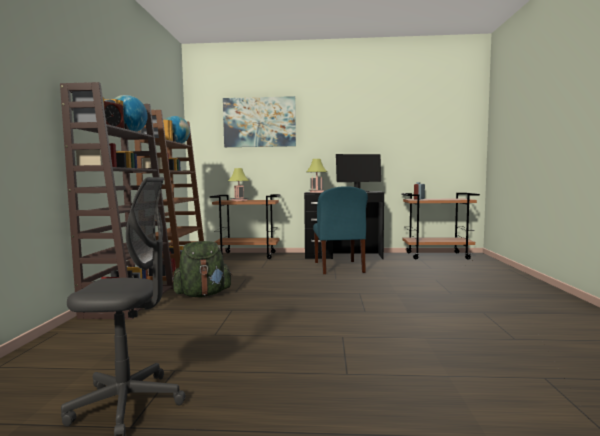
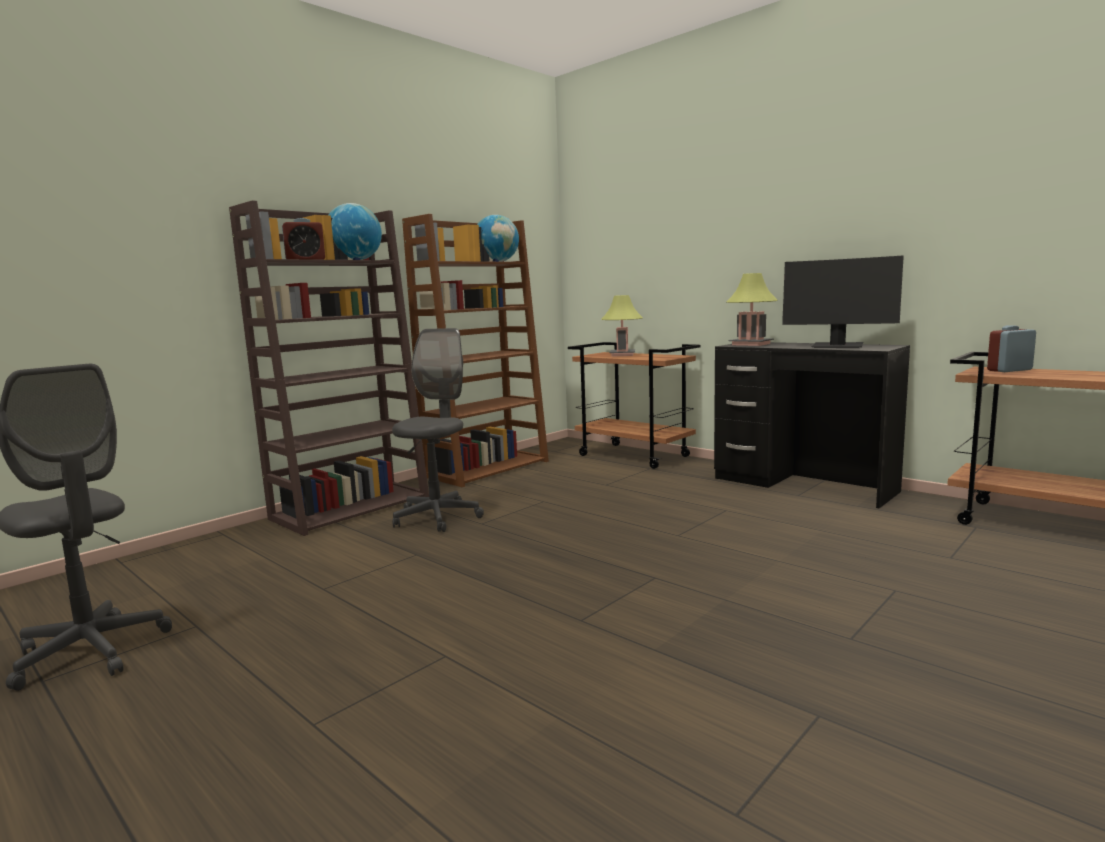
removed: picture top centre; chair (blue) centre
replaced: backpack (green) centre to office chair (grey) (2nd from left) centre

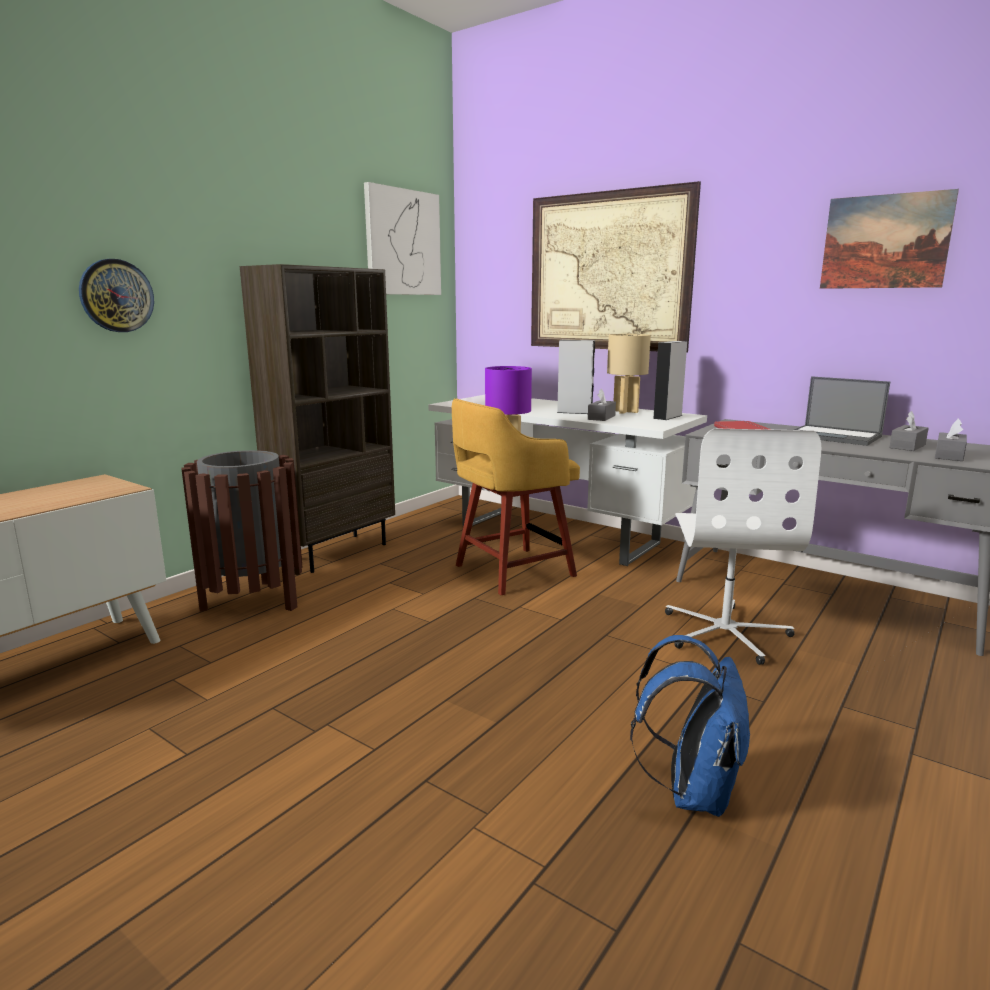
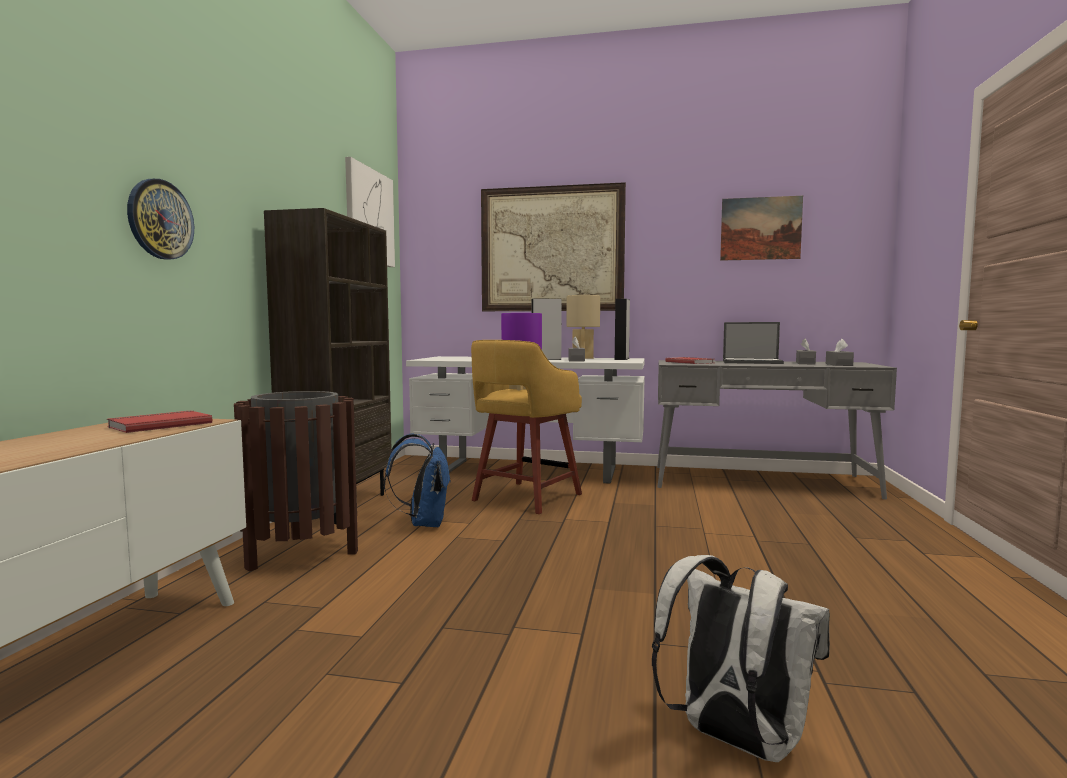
removed: office chair (white) middle right
added: book (red) (1st from left) middle left; backpack (white) bottom right
moved: backpack (blue) bottom right to centre

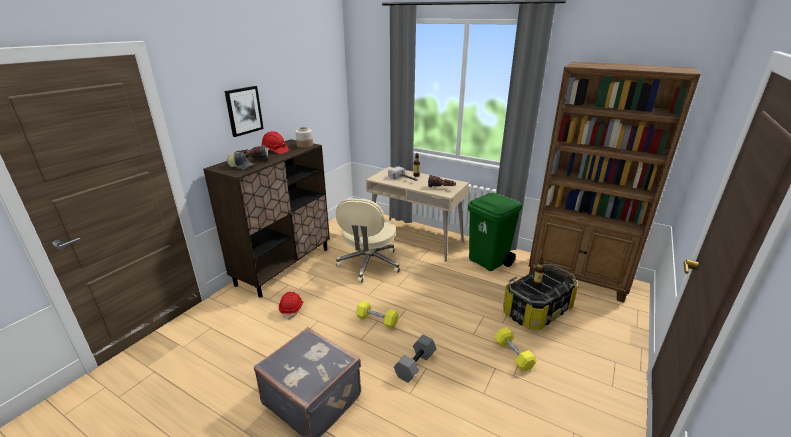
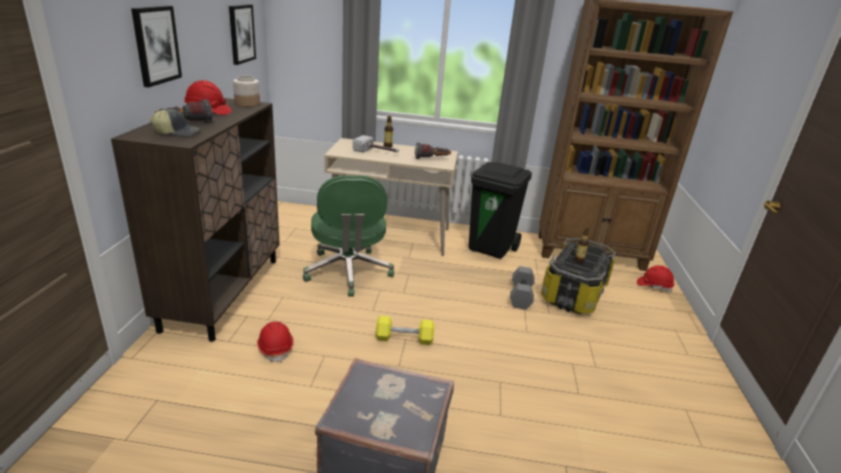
removed: dumbbell (yellow) (2nd from left) bottom centre
added: picture (2nd from left) top left; hard hat (red) (3rd from left) middle right
moved: dumbbell (grey) bottom centre to centre
recoloured: office chair (beige) centre to office chair (green) centre; trash can (green) centre to trash can (black) centre

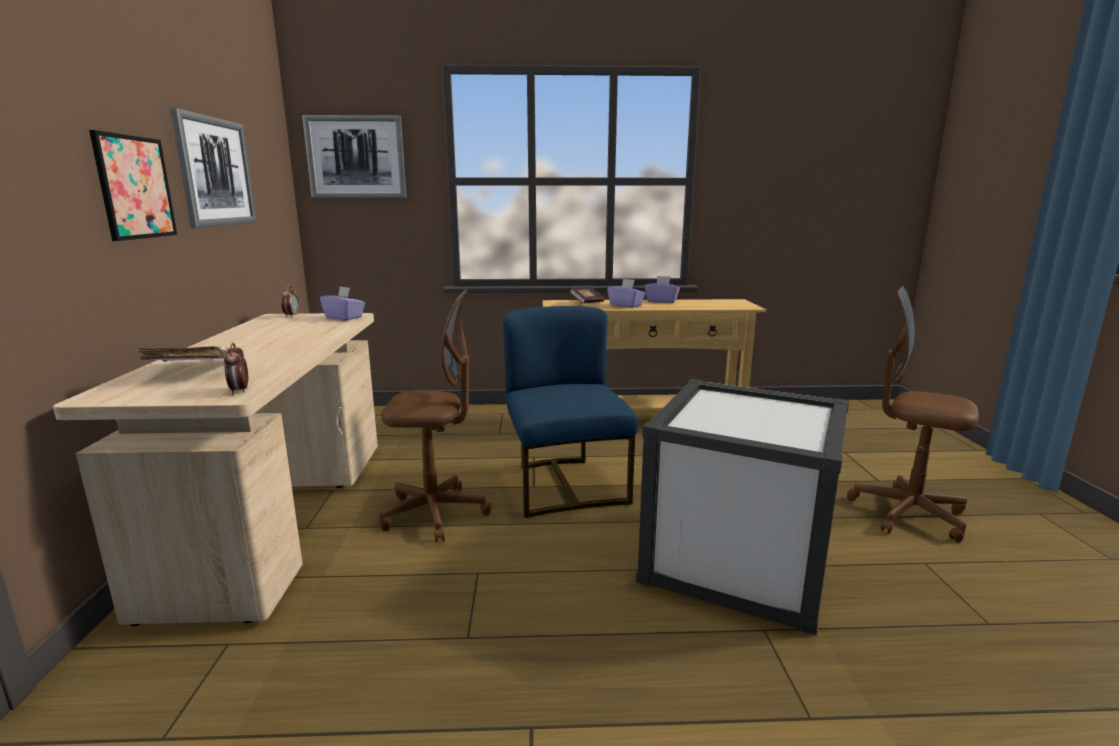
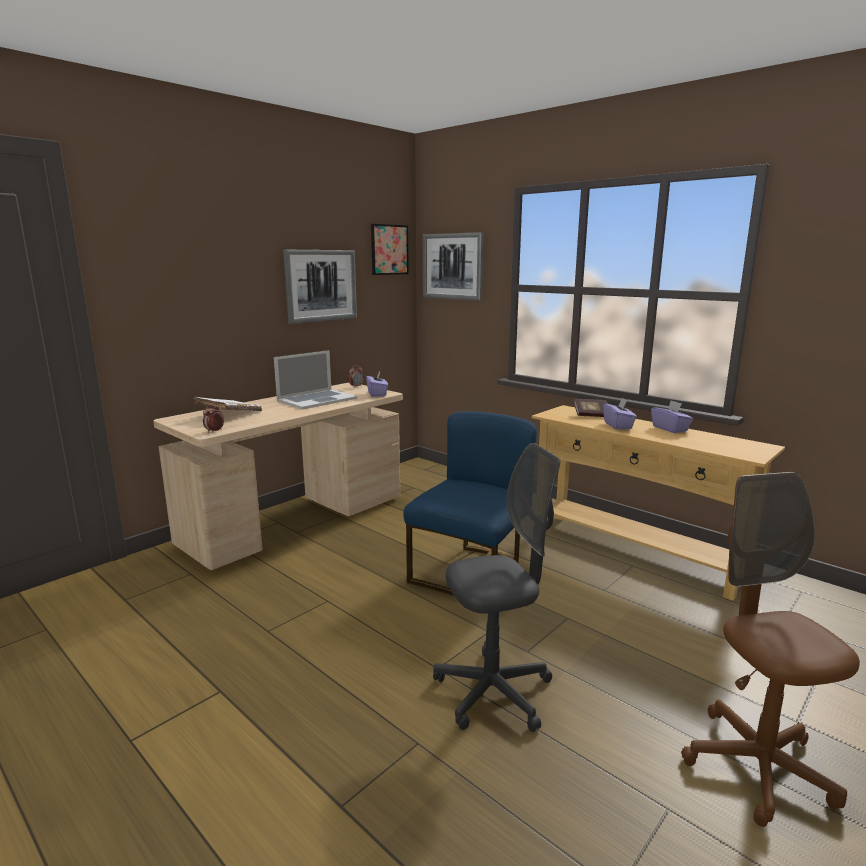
removed: office chair (brown) (1st from left) centre
added: laptop centre
moved: picture (1st from left in the first image) top left to picture (2nd from left) top centre
replaced: storage box (white) bottom centre to office chair (grey) bottom centre

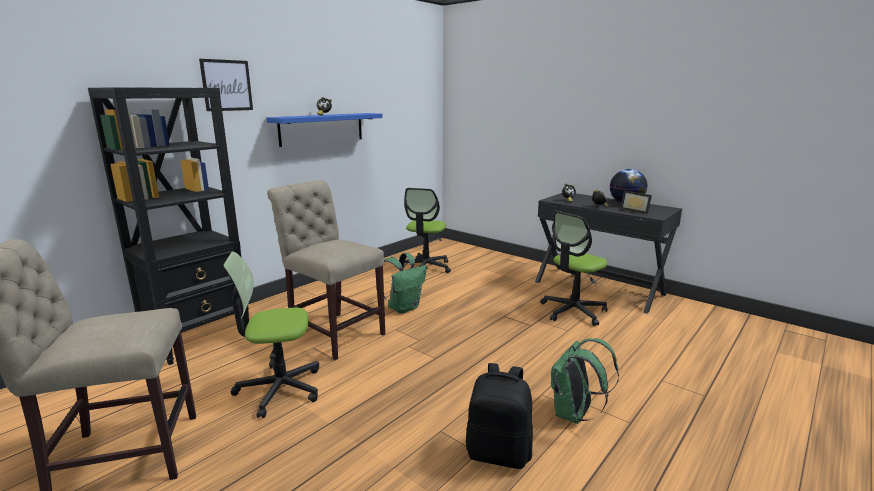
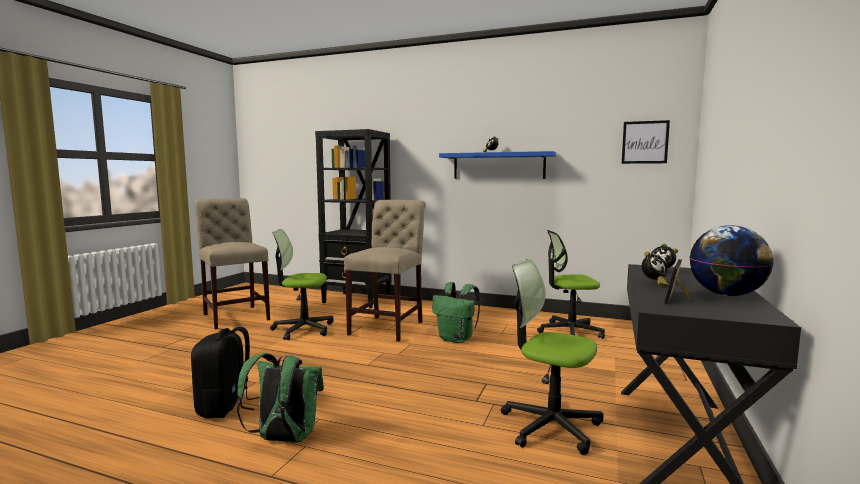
moved: picture top left to top right
turned: office chair (1st from left) bottom left = centre 60 degrees counterclockwise

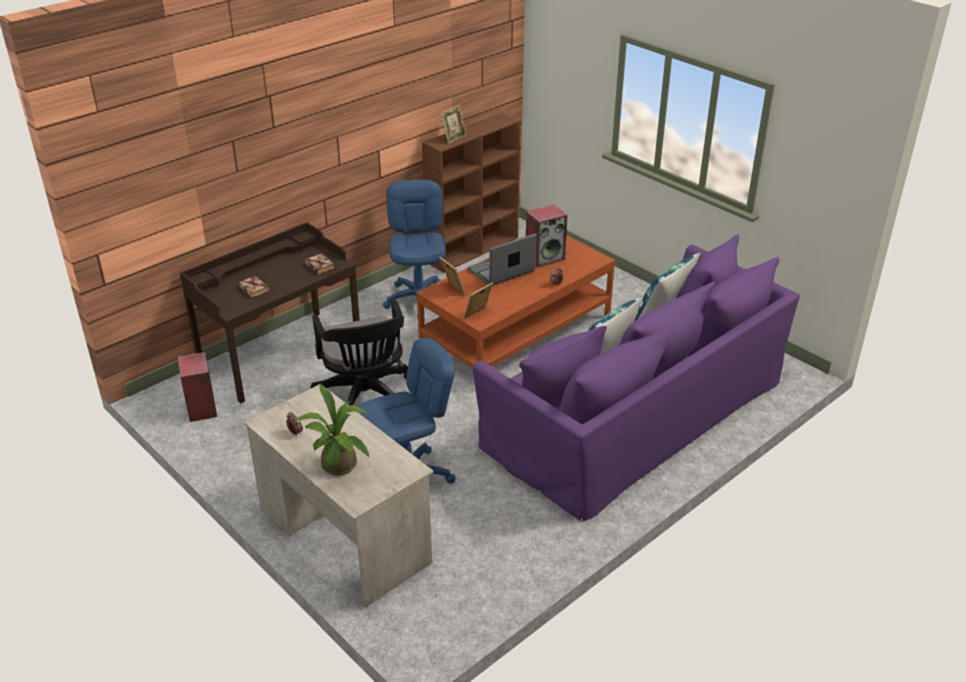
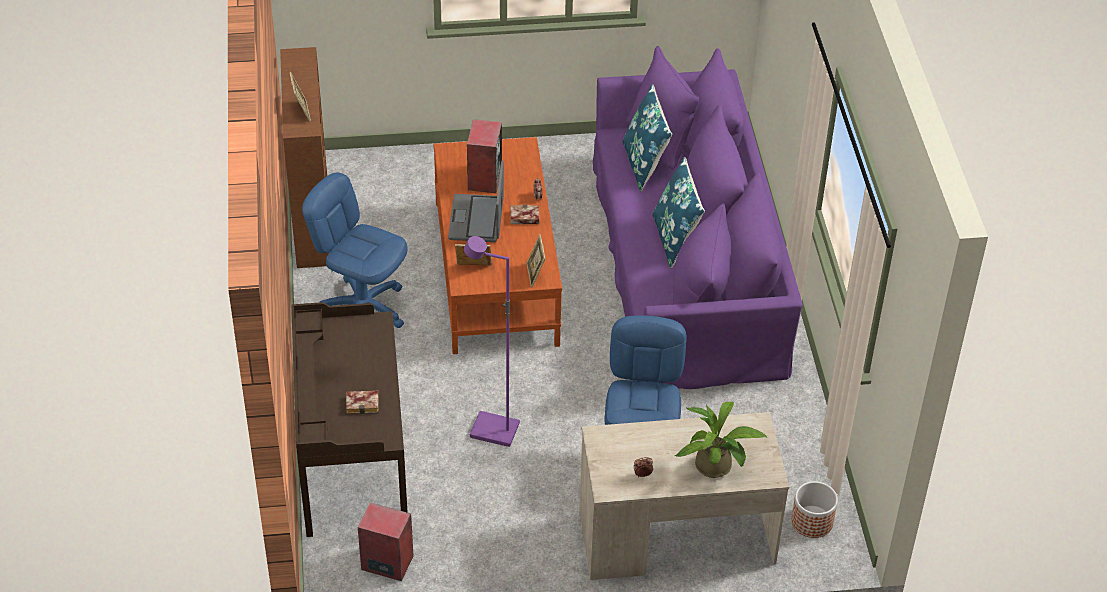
added: planter bottom right
moved: book (2nd from left) middle left to centre
replaced: office chair (black) centre to floor lamp (purple) centre

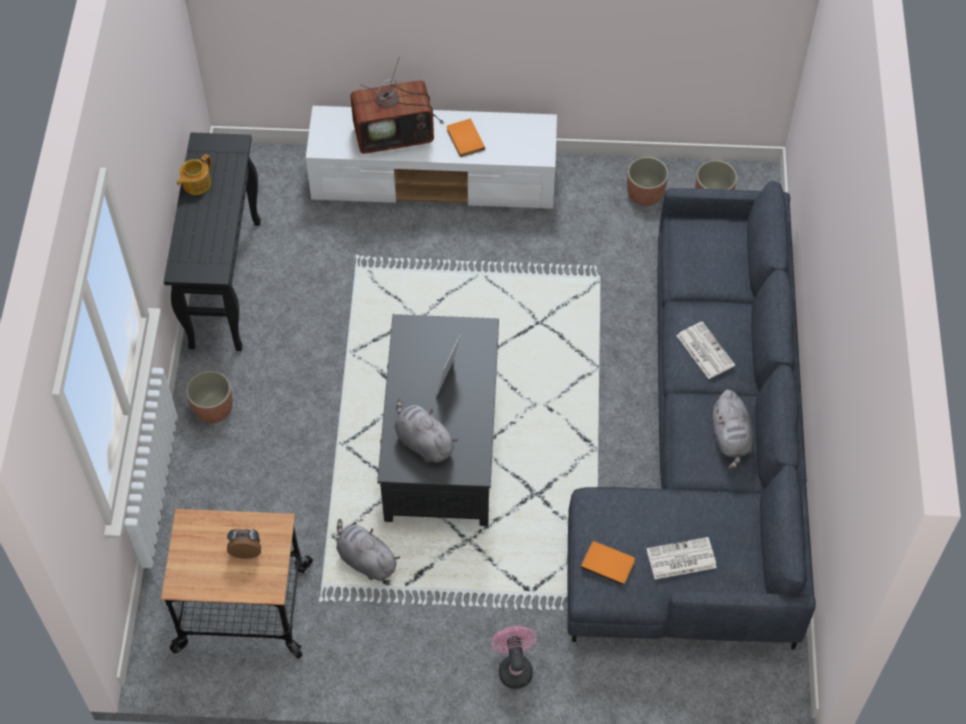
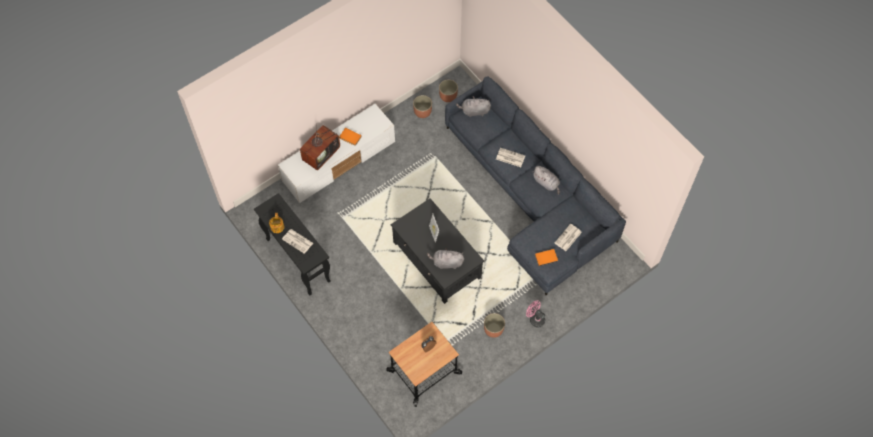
added: newspaper (1st from left) centre
moved: plush toy (grey) (1st from left in the first image) bottom centre to plush toy (grey) (2nd from left) top centre; planter (1st from left in the first image) middle left to planter (3rd from left) bottom centre

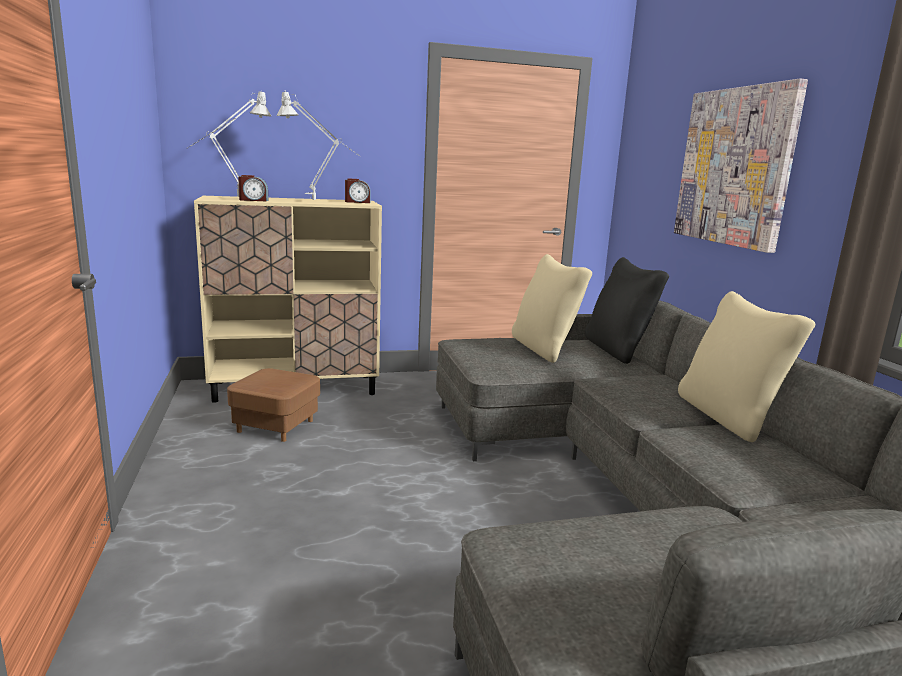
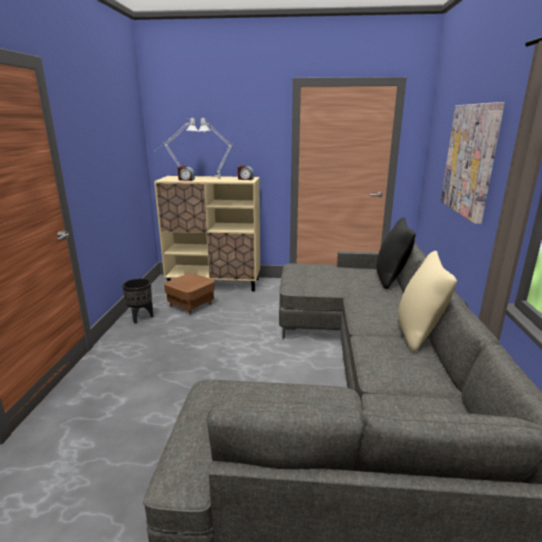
removed: pillow (beige) (1st from left) centre
added: planter (black) middle left

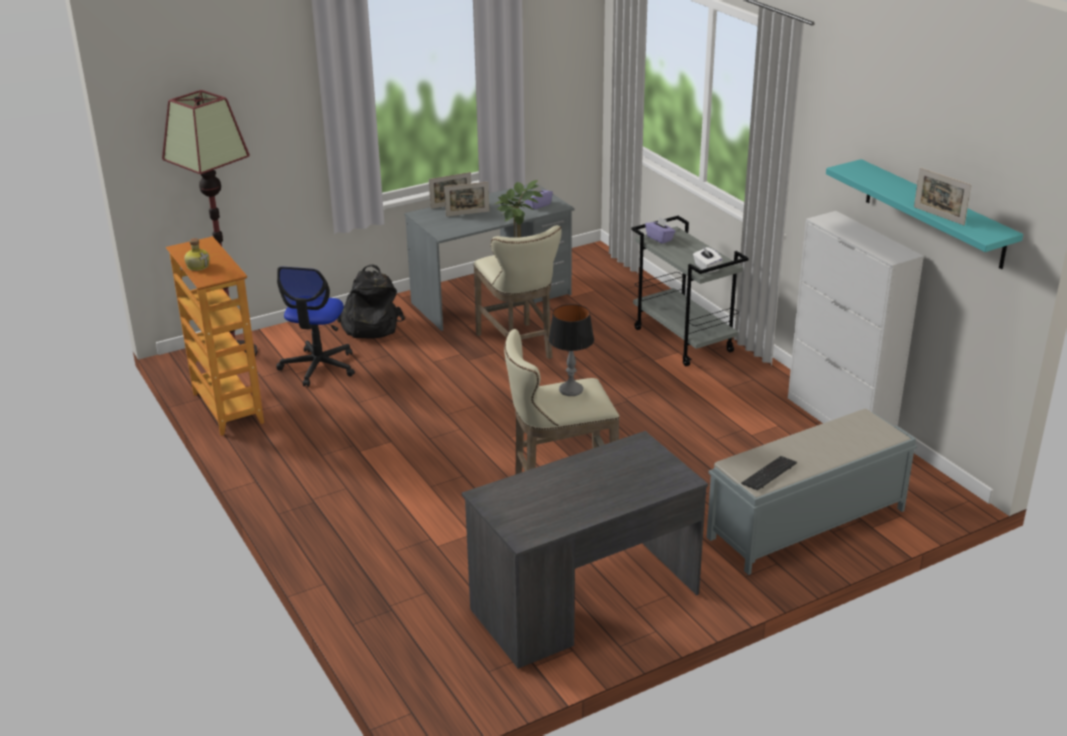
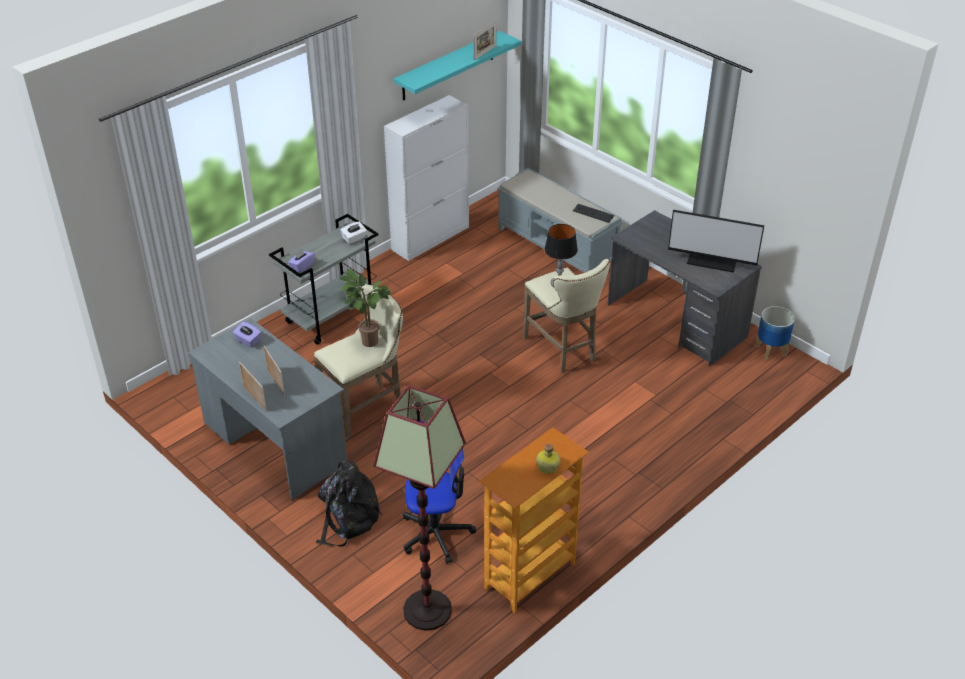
added: monitor middle right; planter middle right

